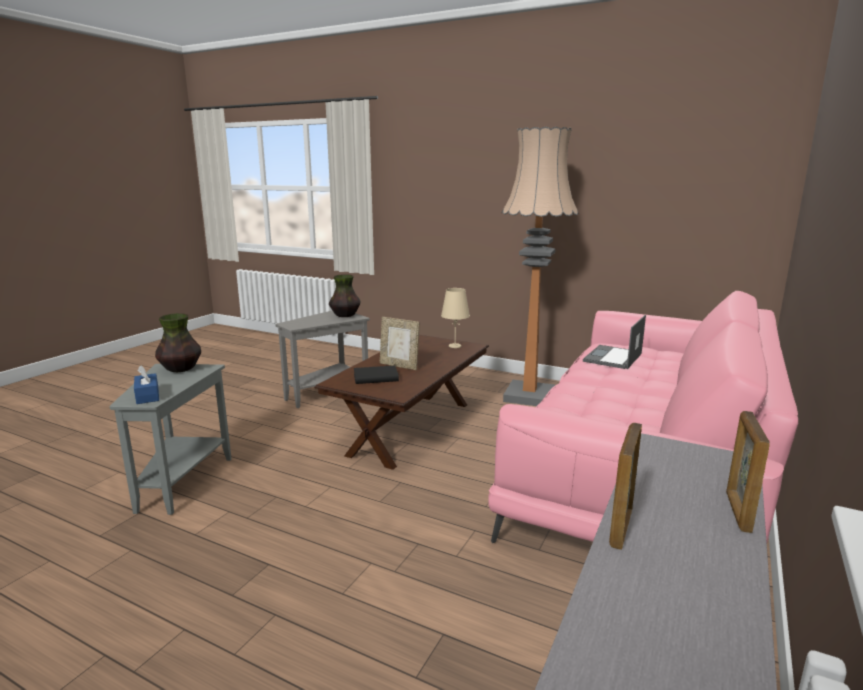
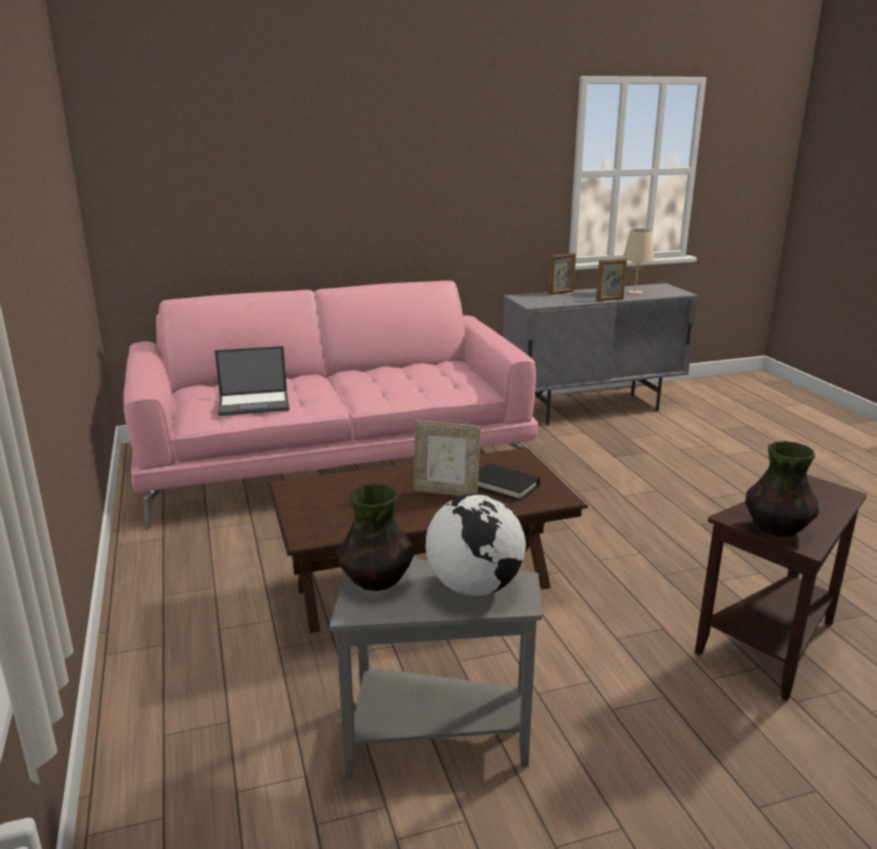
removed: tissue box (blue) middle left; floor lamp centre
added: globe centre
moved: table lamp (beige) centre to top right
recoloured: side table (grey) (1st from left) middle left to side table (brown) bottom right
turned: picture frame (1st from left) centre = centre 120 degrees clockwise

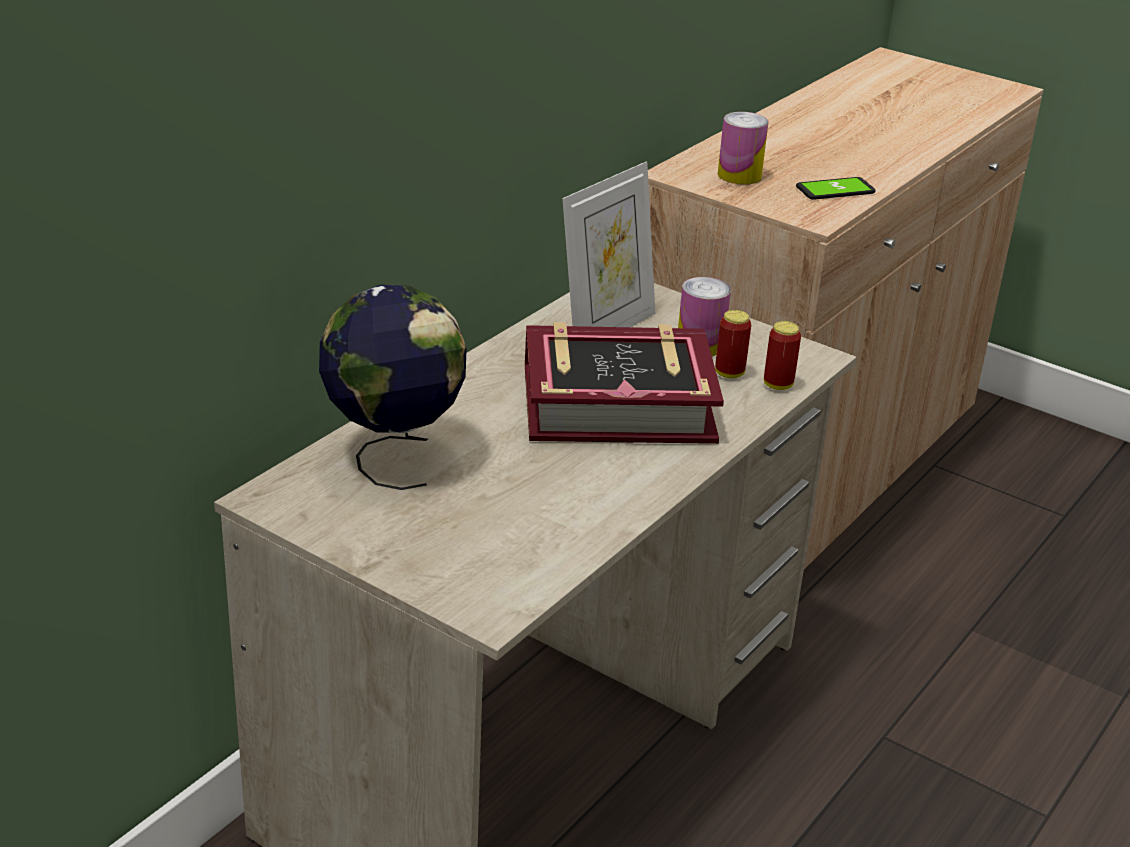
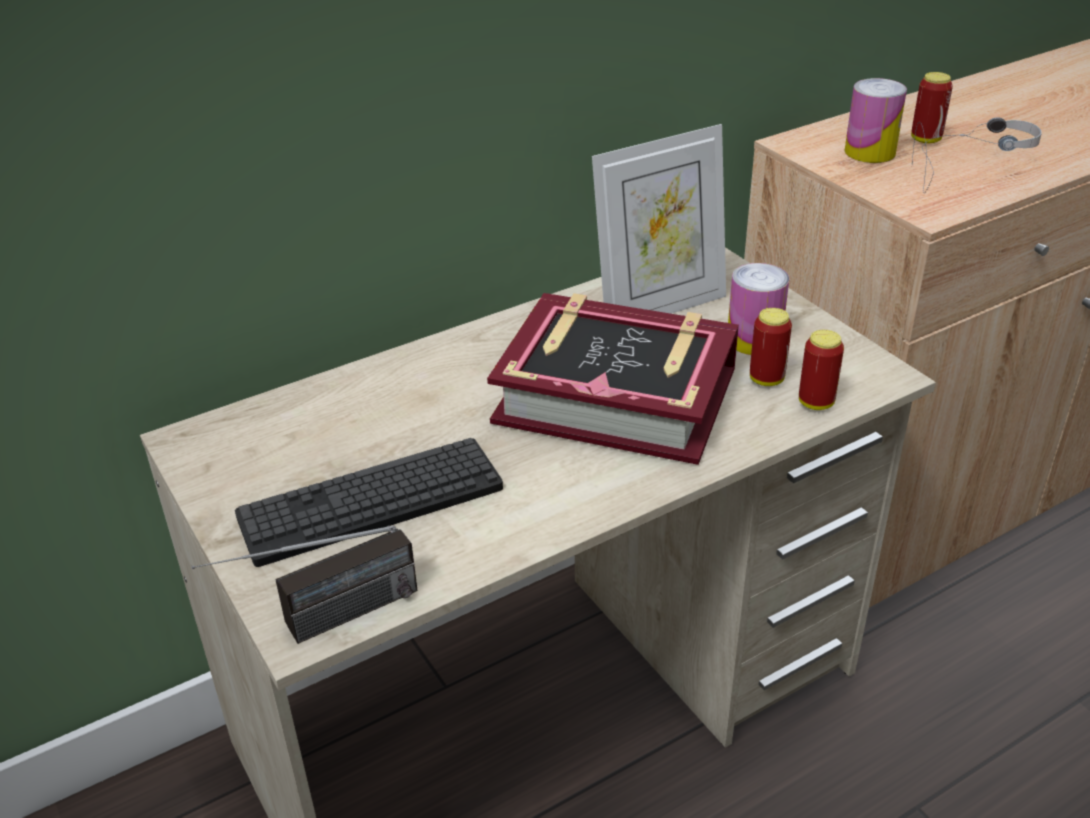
removed: globe centre
added: radio bottom left; keyboard centre; can (5th from left) top right
replaced: phone top right to headphones top right

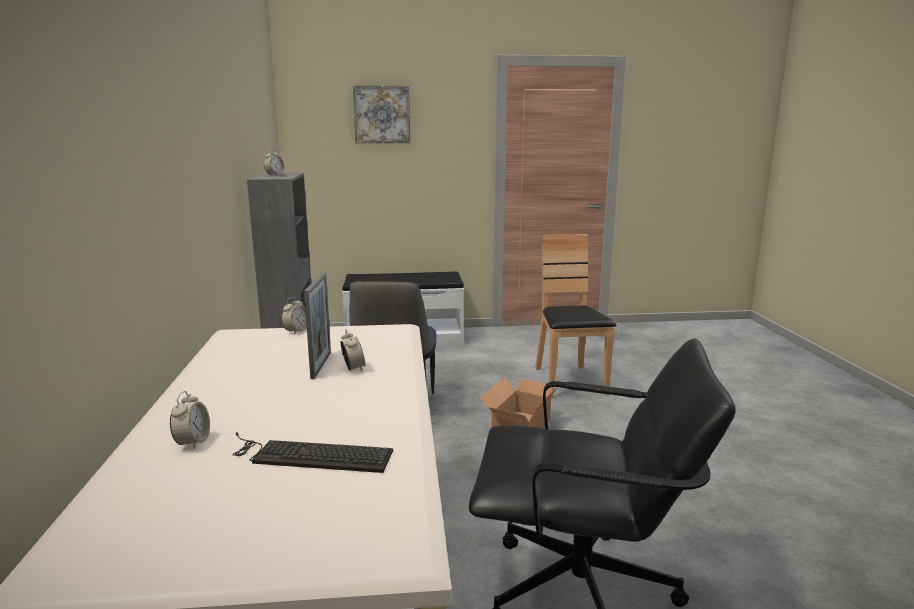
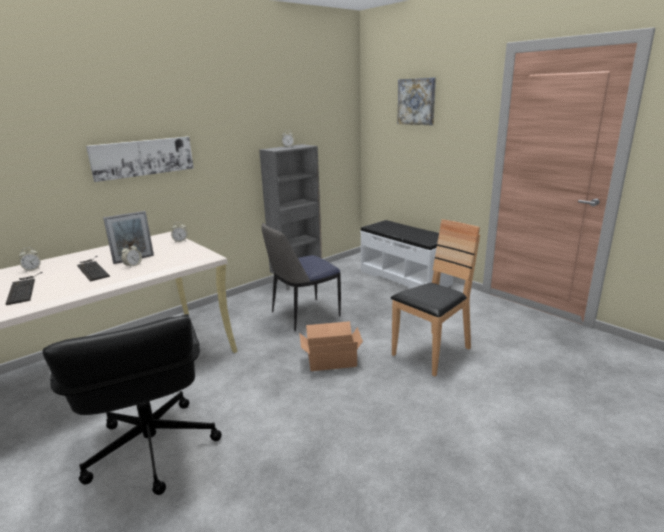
added: keyboard (2nd from left) middle left; picture (1st from left) top left

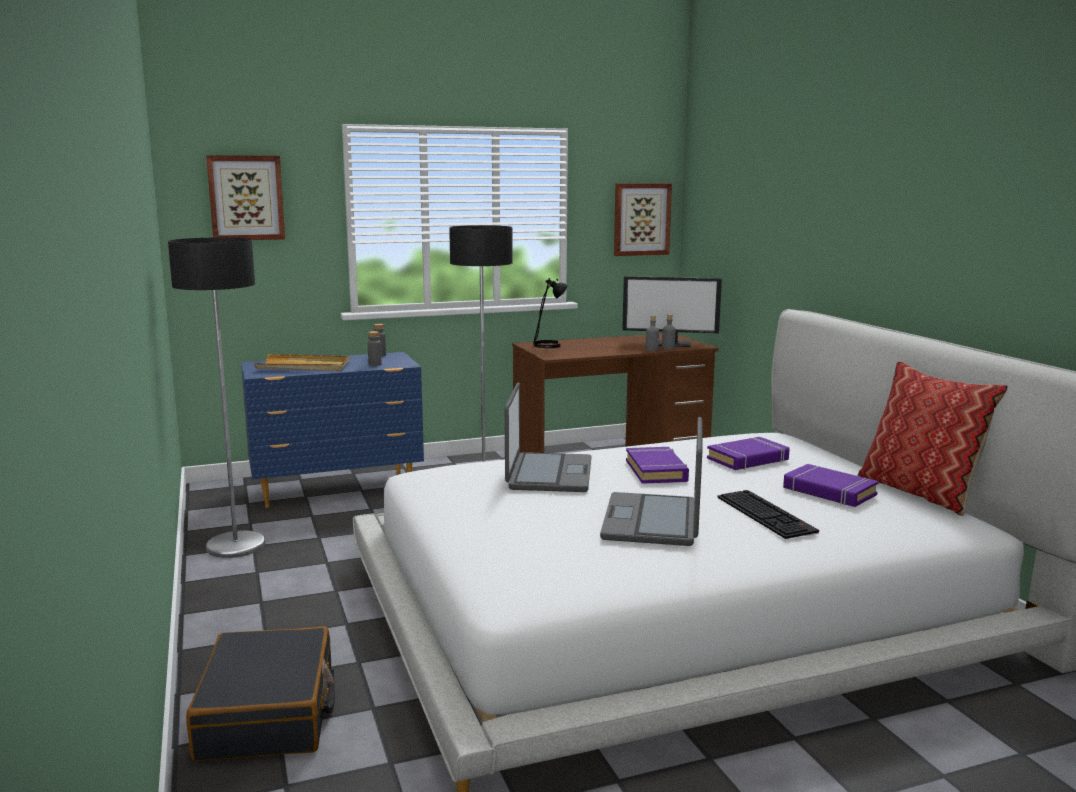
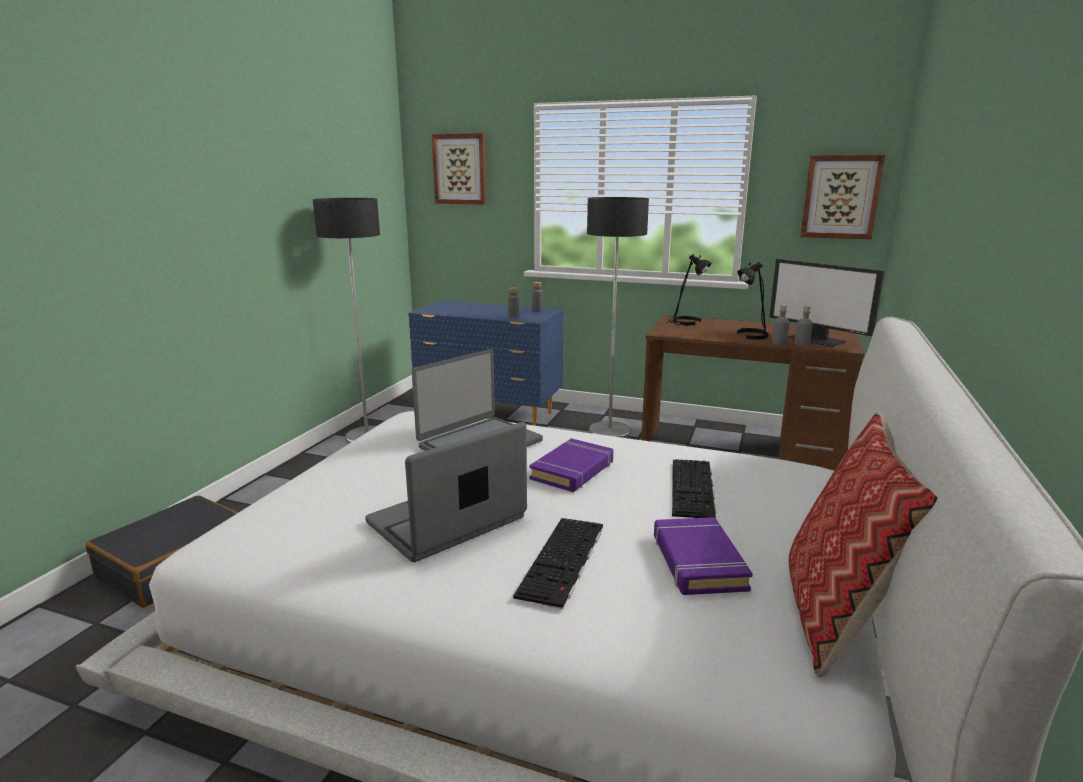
removed: tray (beige) middle left
added: table lamp (black) (2nd from left) middle right
replaced: book (purple) (2nd from left) middle right to keyboard (2nd from left) centre

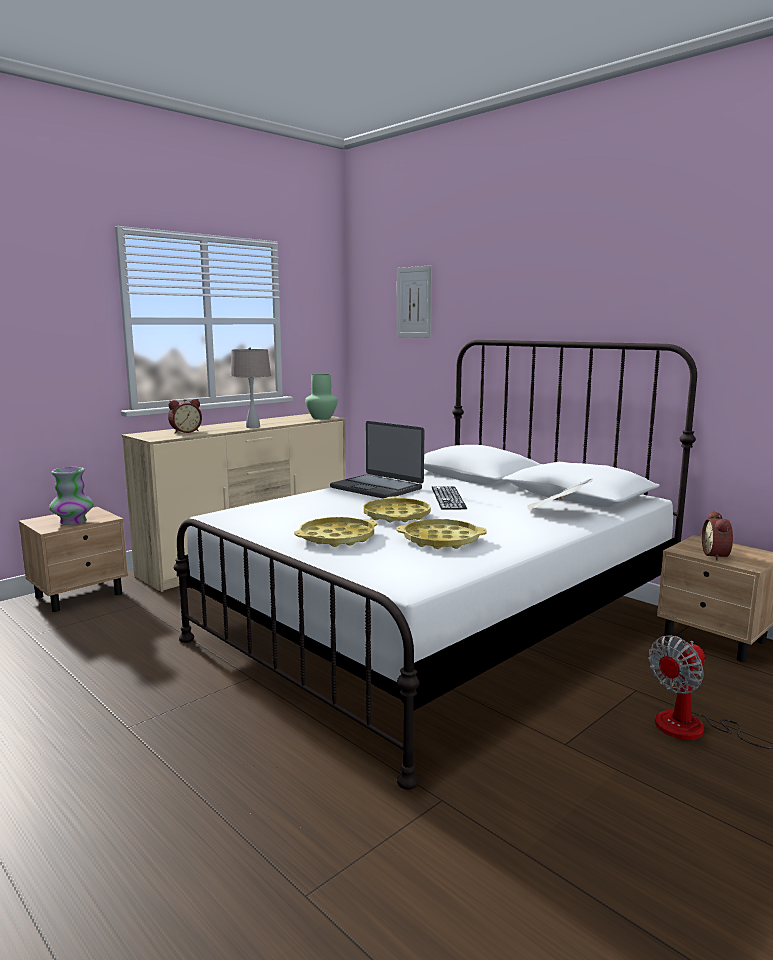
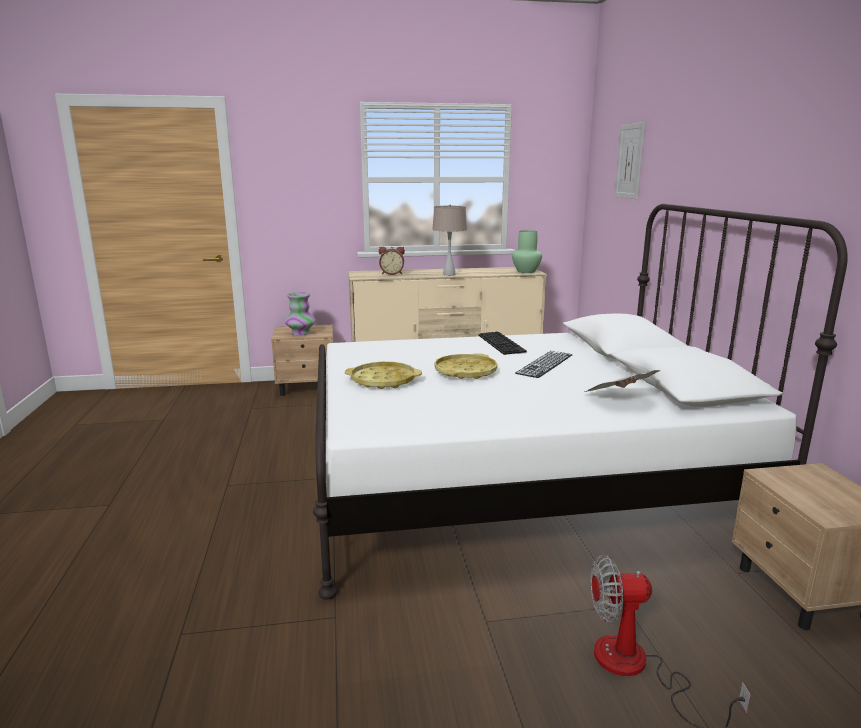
removed: tray (yellow) (3rd from left) centre; alarm clock (2nd from left) middle right
replaced: laptop centre to keyboard (1st from left) centre

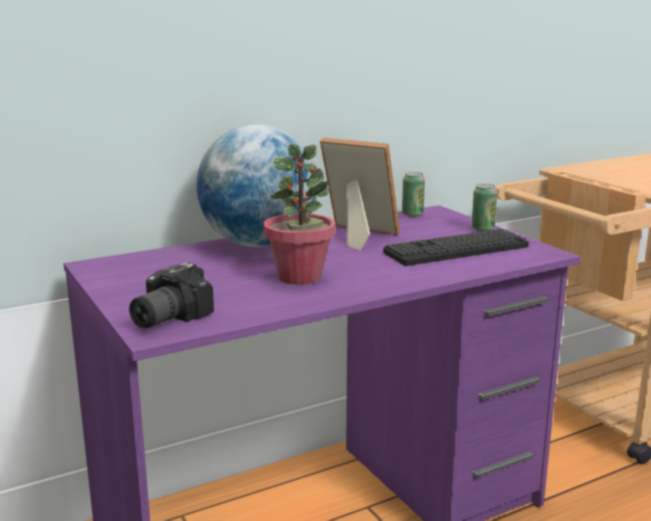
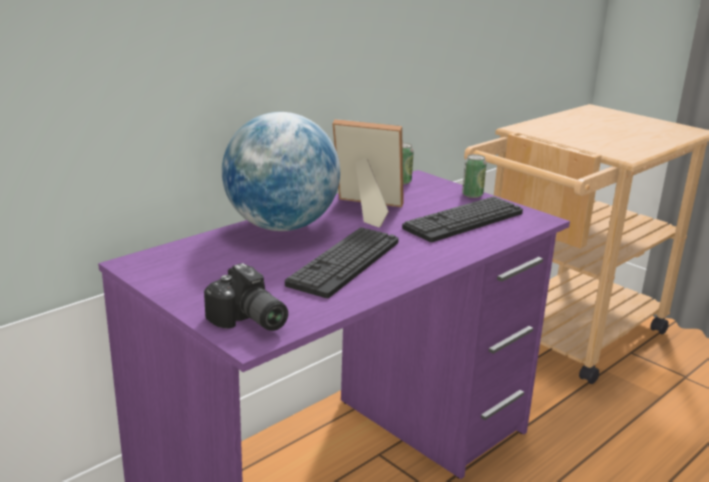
replaced: potted plant centre to keyboard (1st from left) centre
turned: photo camera middle left = centre 60 degrees counterclockwise

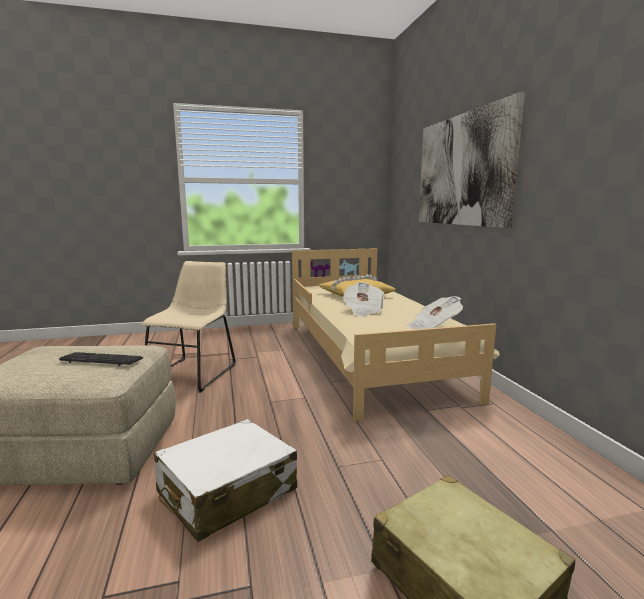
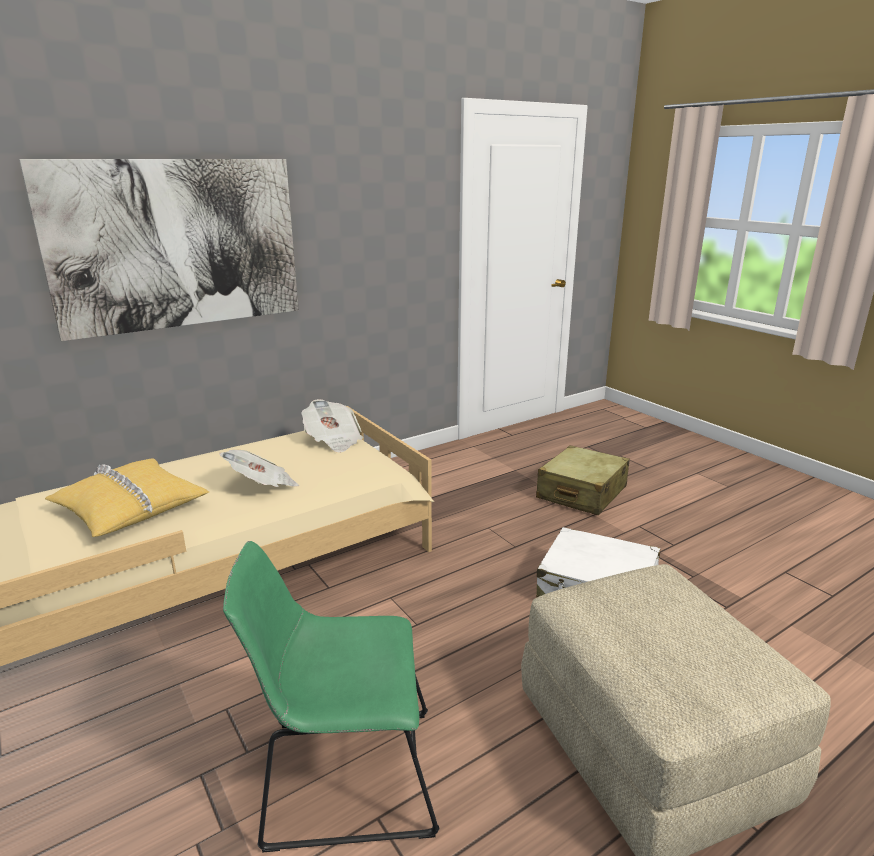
removed: keyboard middle left
recoloured: chair (beige) middle left to chair (green) bottom centre

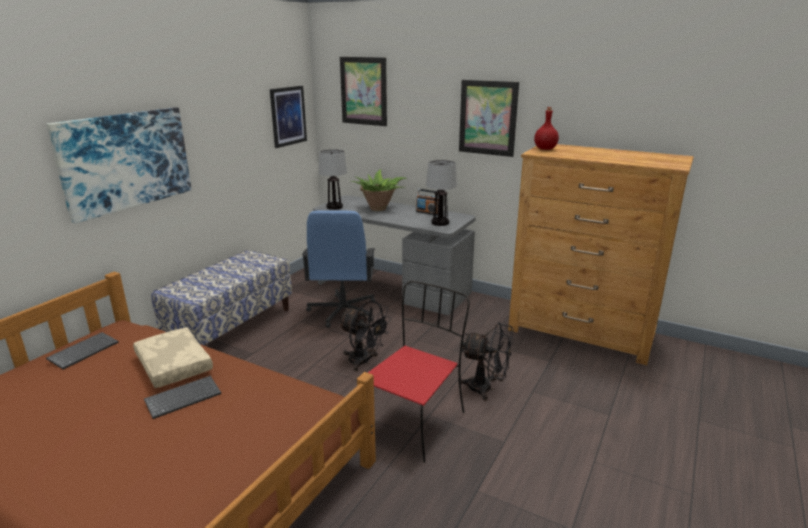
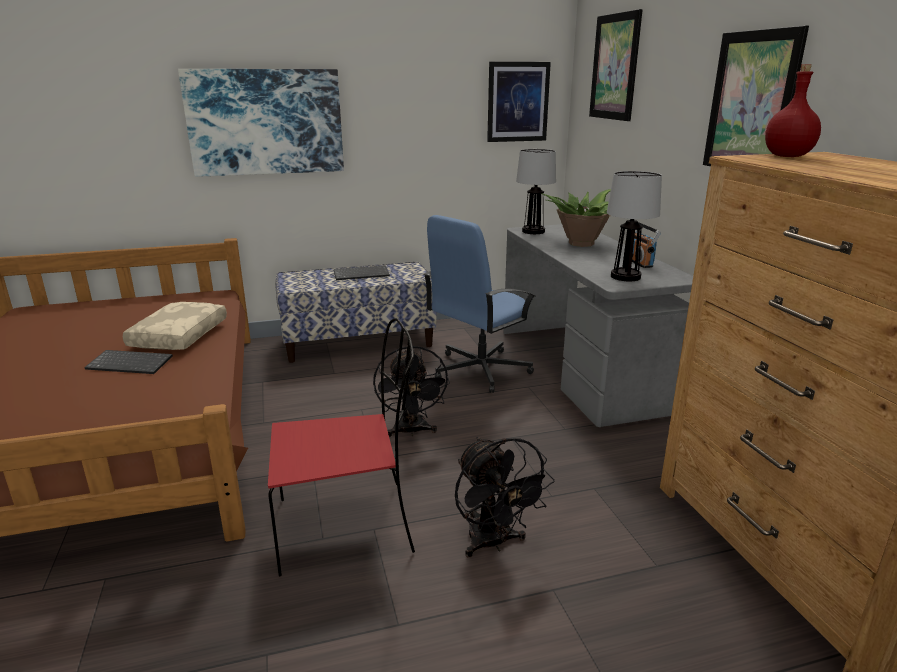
moved: keyboard (1st from left in the first image) middle left to keyboard (2nd from left) centre

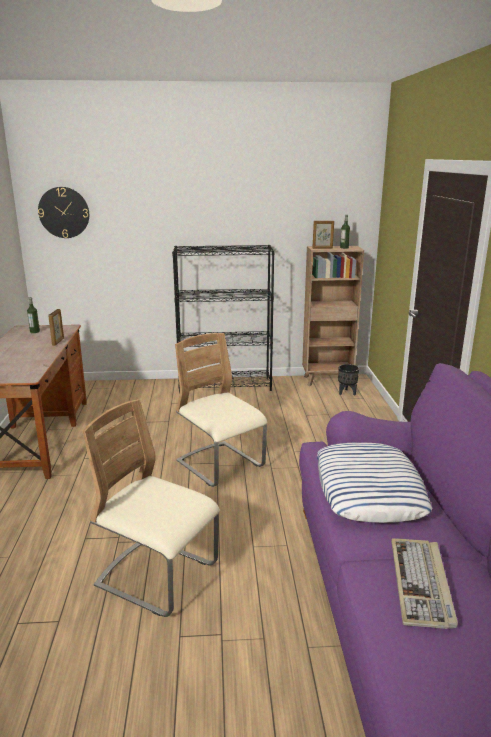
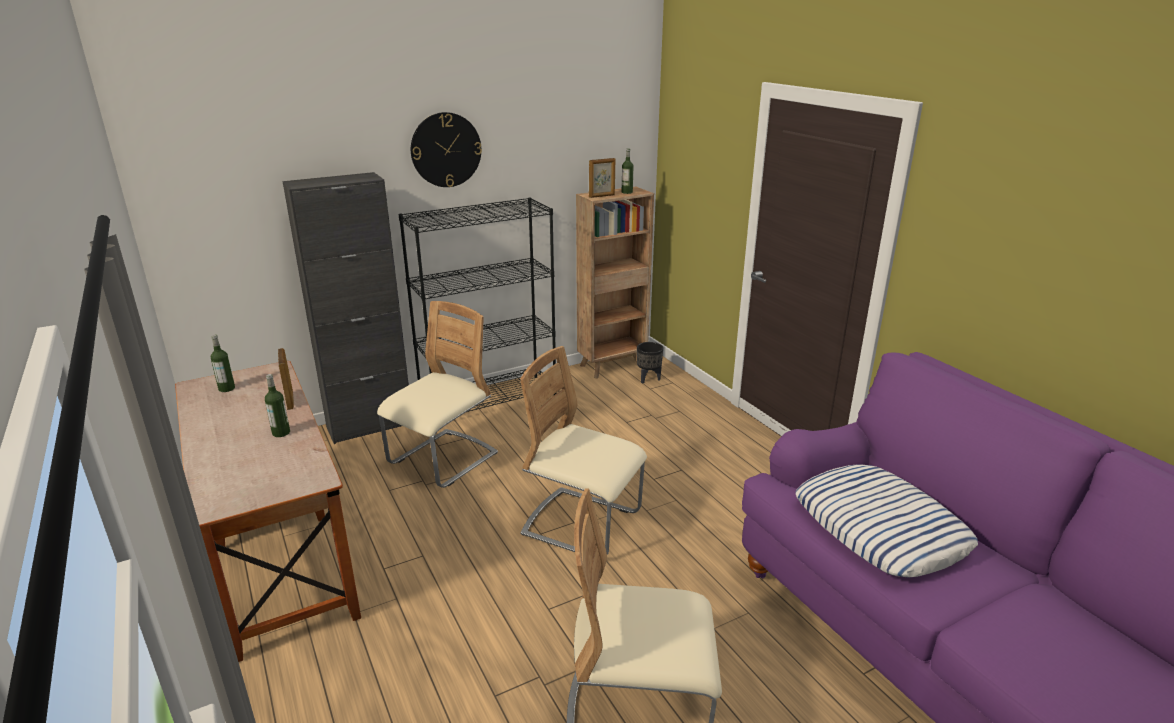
removed: keyboard bottom right
added: bottle (2nd from left) middle left; cabinet (black) middle left; chair (beige) (1st from left) centre
moved: wall clock top left to top centre

